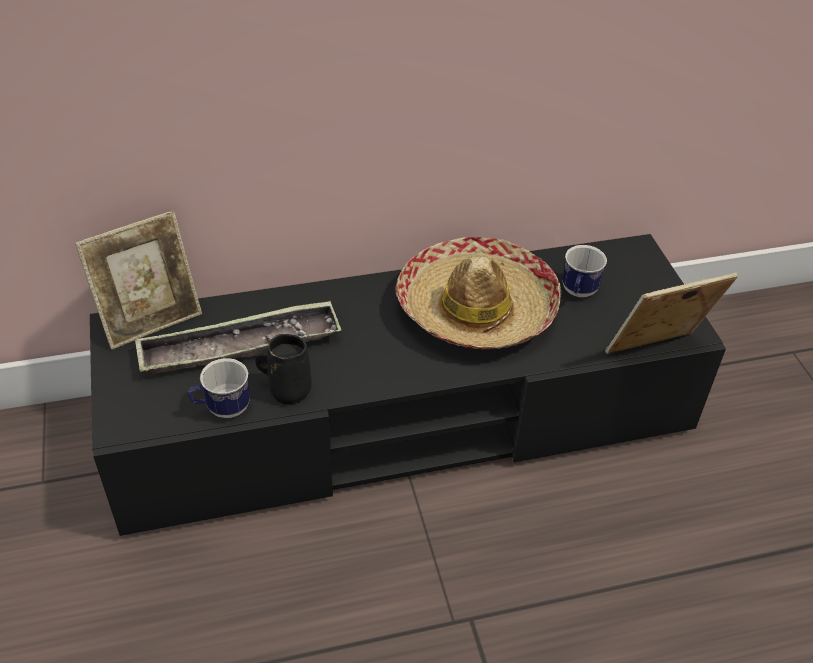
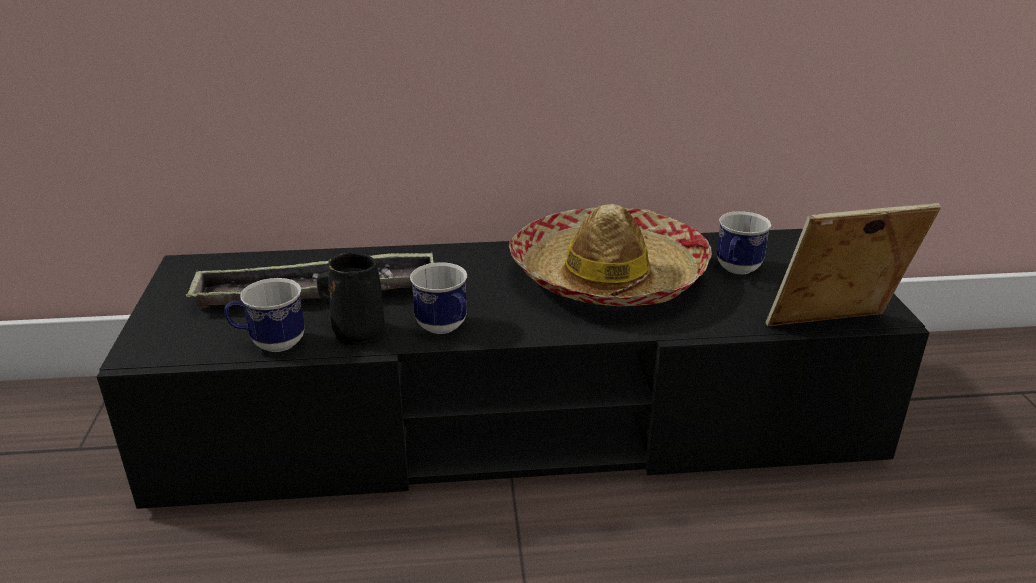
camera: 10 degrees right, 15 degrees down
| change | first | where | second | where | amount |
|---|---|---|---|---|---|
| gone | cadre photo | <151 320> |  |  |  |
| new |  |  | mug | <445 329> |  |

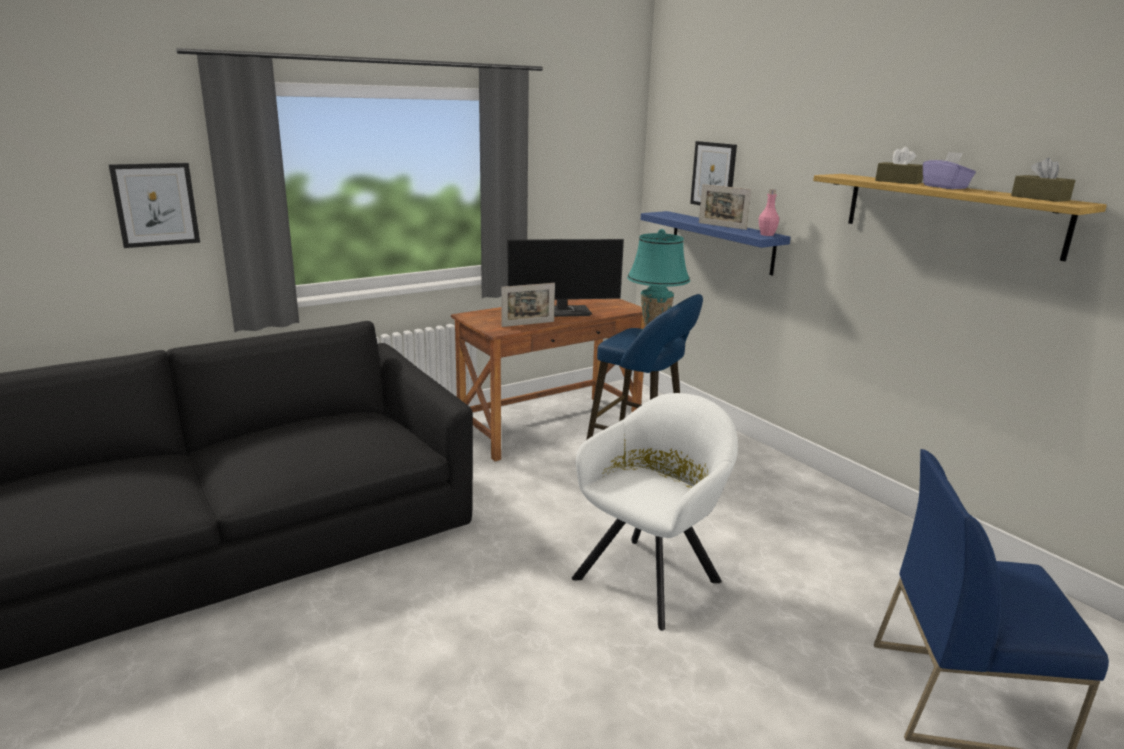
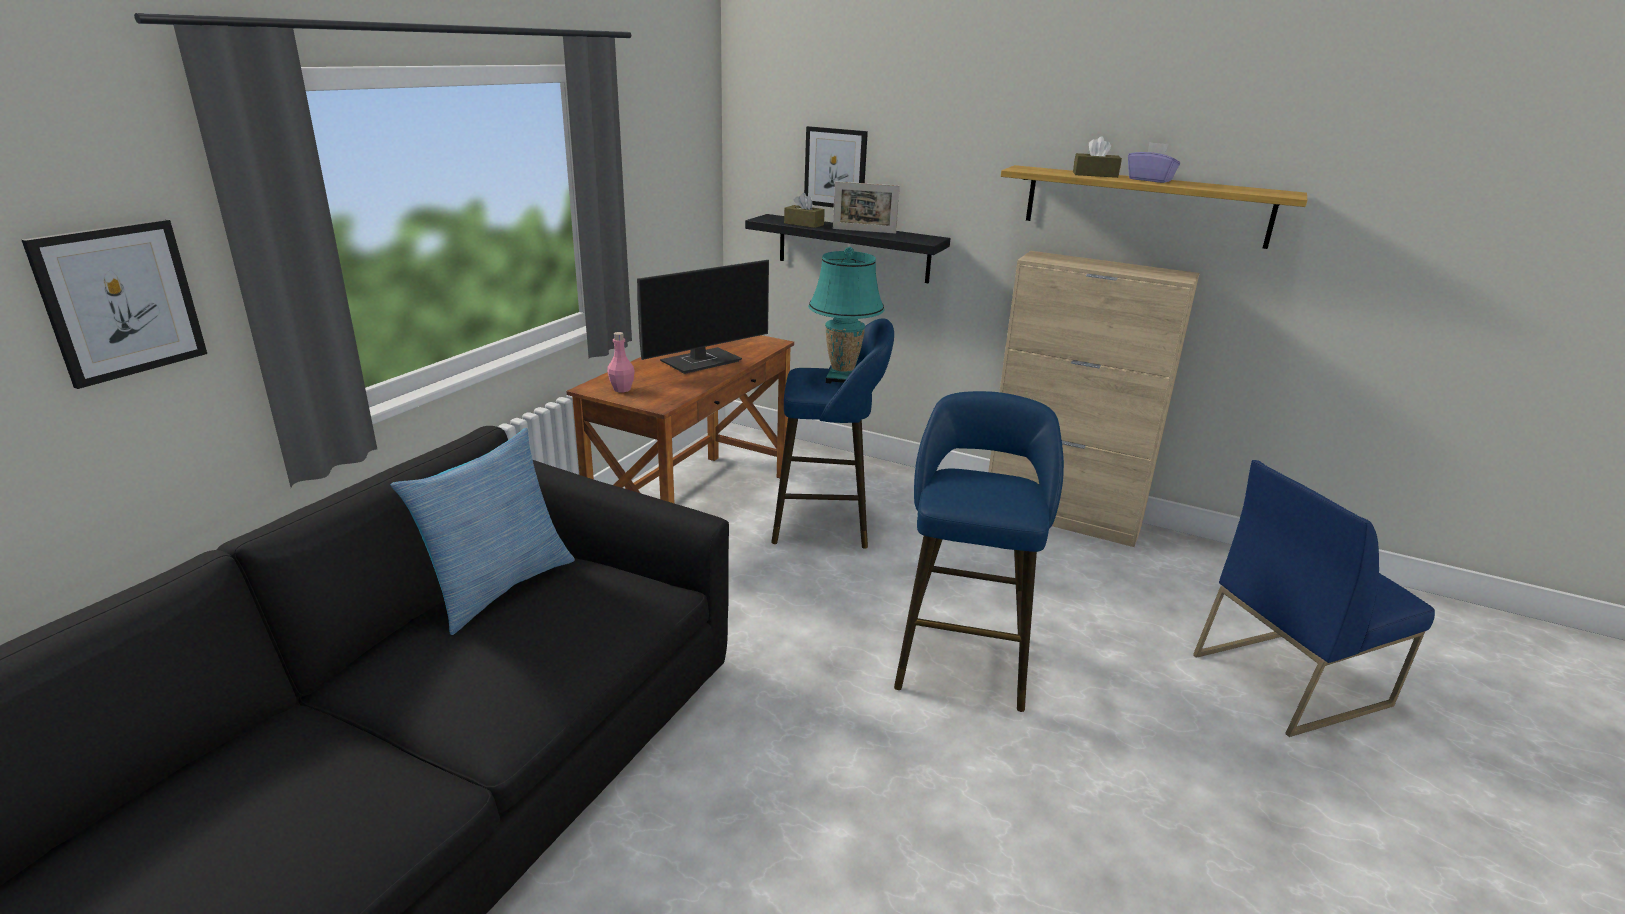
camera: 30 degrees left, 5 degrees up
| change | first | where | second | where | amount |
|---|---|---|---|---|---|
| shifted | boîte à mouchoirs/marron | <1040 198> |  | <804 224> |  |
| shifted | bouteille/rose | <767 234> |  | <622 389> |  |
| repainted | étagère/bleu | <721 242> | étagère/noir | <853 248> |  |
| gone | cadre photo | <528 324> |  |  |  |
| swapped | fauteuil/blanc | <652 576> | tabouret/bleu | <963 656> |  |
| new |  |  | meuble de rangement/beige | <1062 517> |  |
| new |  |  | coussin | <498 587> |  |

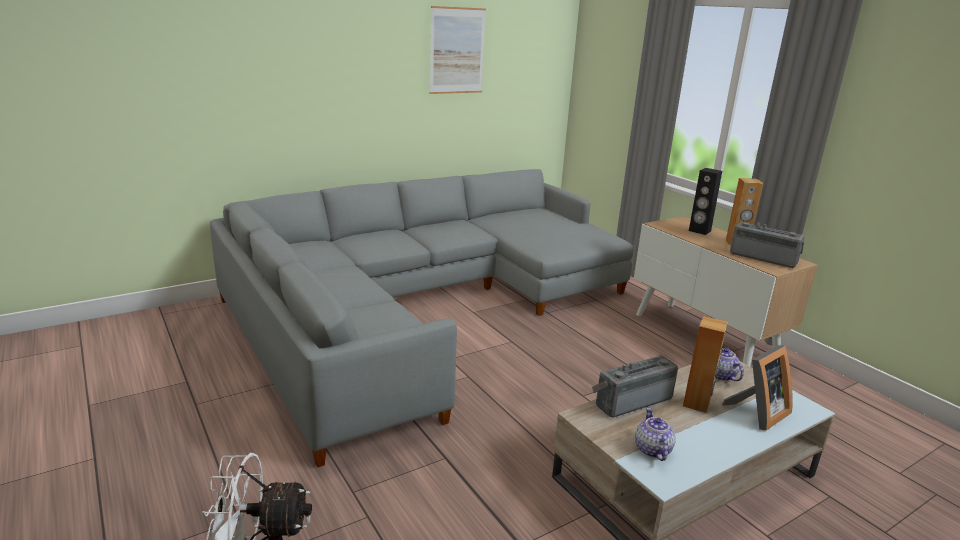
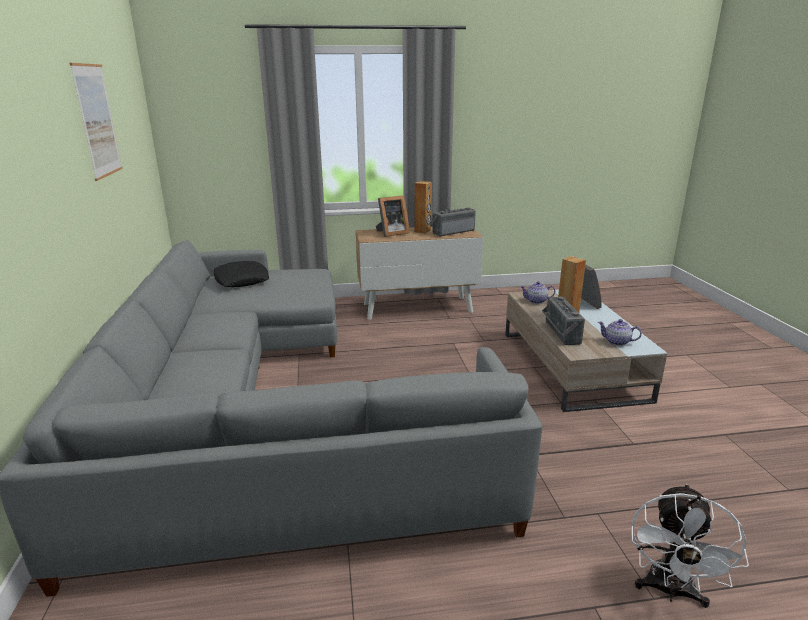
camera: 65 degrees left, 0 degrees up
| change | first | where | second | where | amount |
|---|---|---|---|---|---|
| swapped | enceinte/noir | <699 231> | cadre photo | <391 233> |  |
| new |  |  | coussin/noir | <241 280> |  |

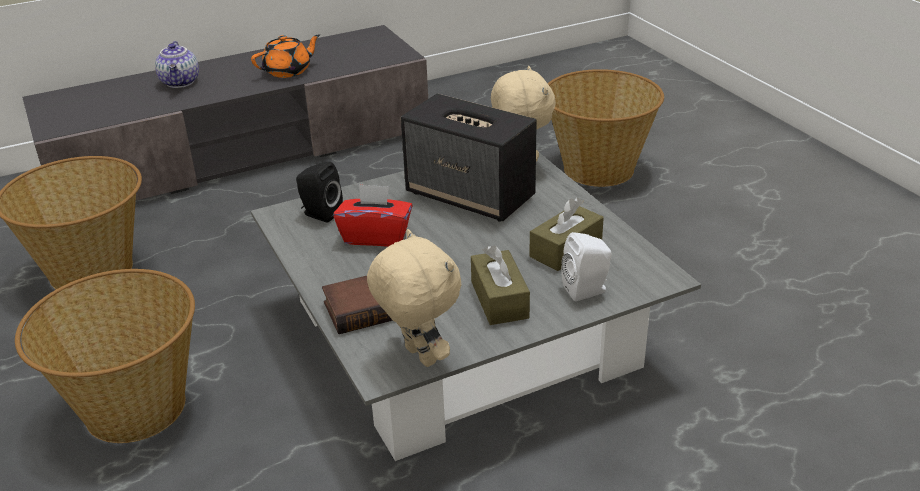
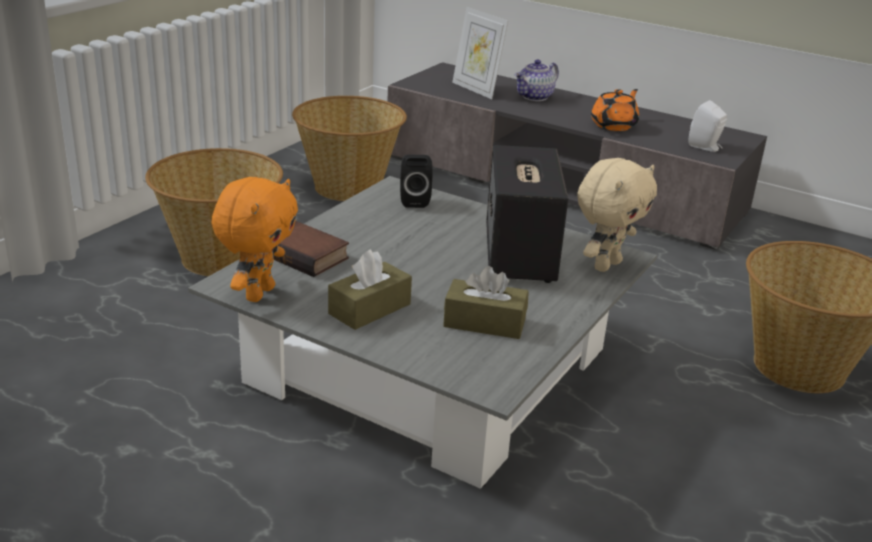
camera: 55 degrees right, 5 degrees down
| change | first | where | second | where | amount |
|---|---|---|---|---|---|
| rotated | théière/orange | <288 71> |  | <614 125> | 75 degrees counterclockwise |
| gone | boîte à mouchoirs/rouge | <376 236> |  |  |  |
| repainted | peluche/beige | <418 356> | peluche/orange | <258 293> |  |
| shifted | enceinte/blanc | <587 290> |  | <705 147> |  |
| new |  |  | cadre photo | <476 89> |  |

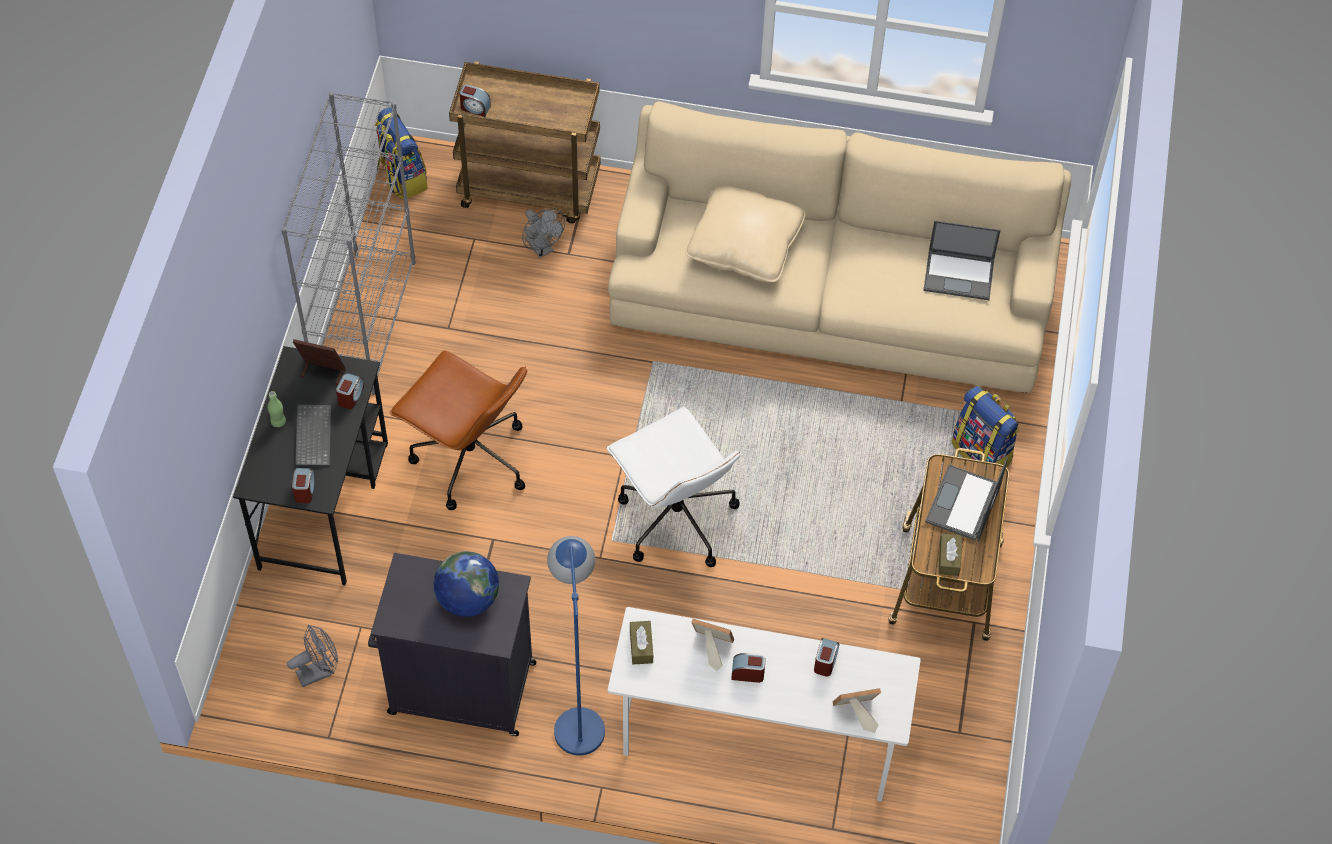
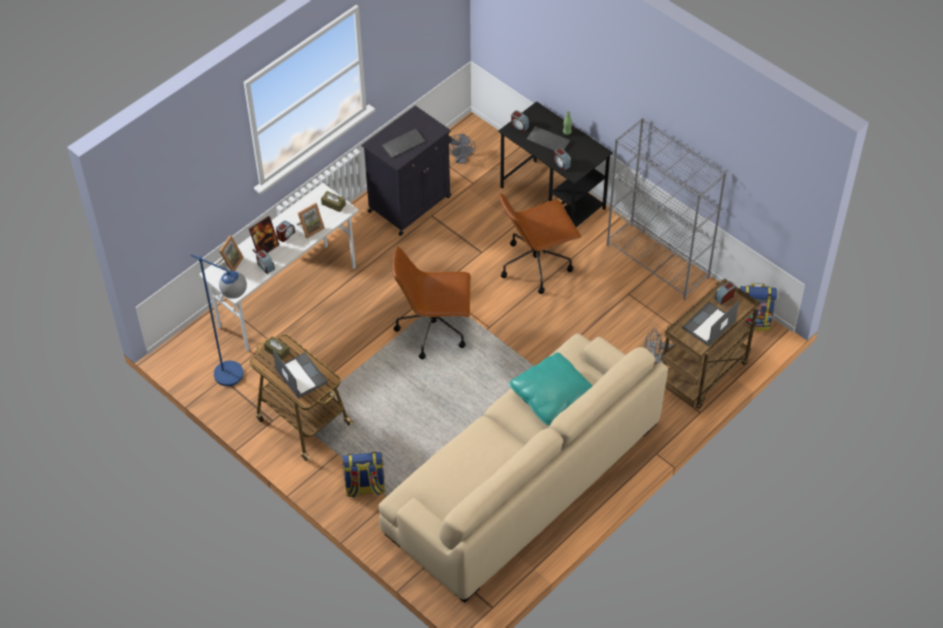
camera: 125 degrees right, 5 degrees down
| change | first | where | second | where | amount |
|---|---|---|---|---|---|
| repainted | coussin/beige | <744 245> | coussin/turquoise | <552 396> |  |
| shifted | ordinateur portable | <960 274> |  | <708 325> |  |
| shifted | cadre photo | <322 372> |  | <265 248> |  |
| repainted | chaise de bureau/blanc | <675 519> | chaise de bureau/marron | <434 329> |  |
| shifted | lampadaire/bleu | <577 715> |  | <238 378> |  |
| swapped | globe | <467 599> | clavier | <403 143> |  |

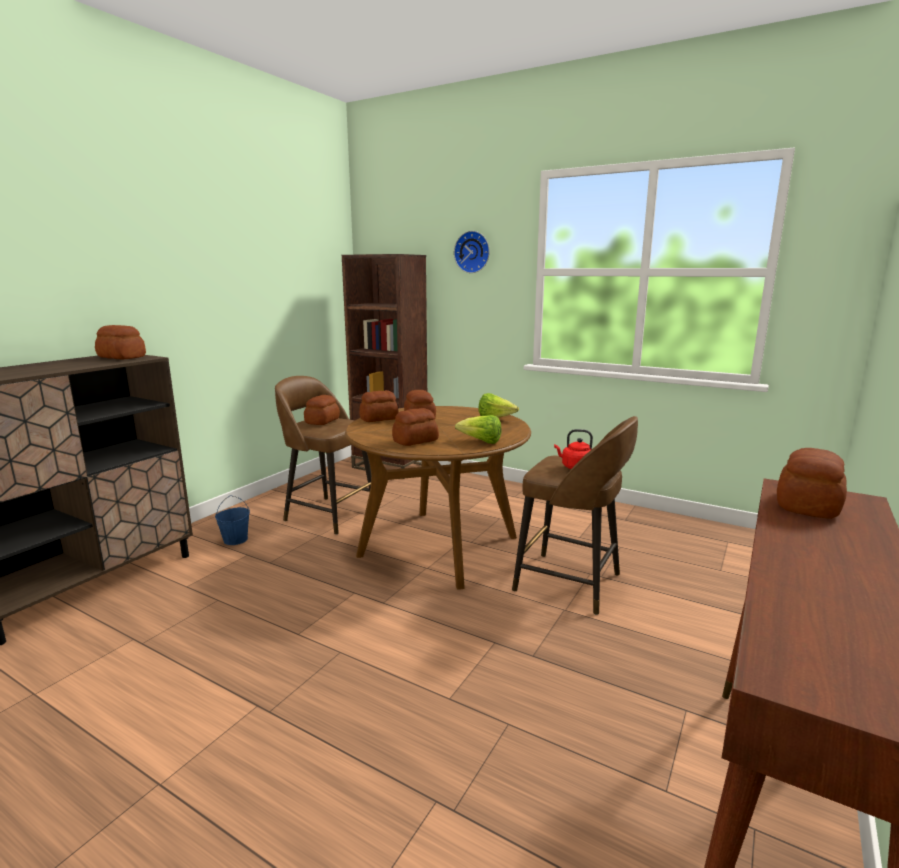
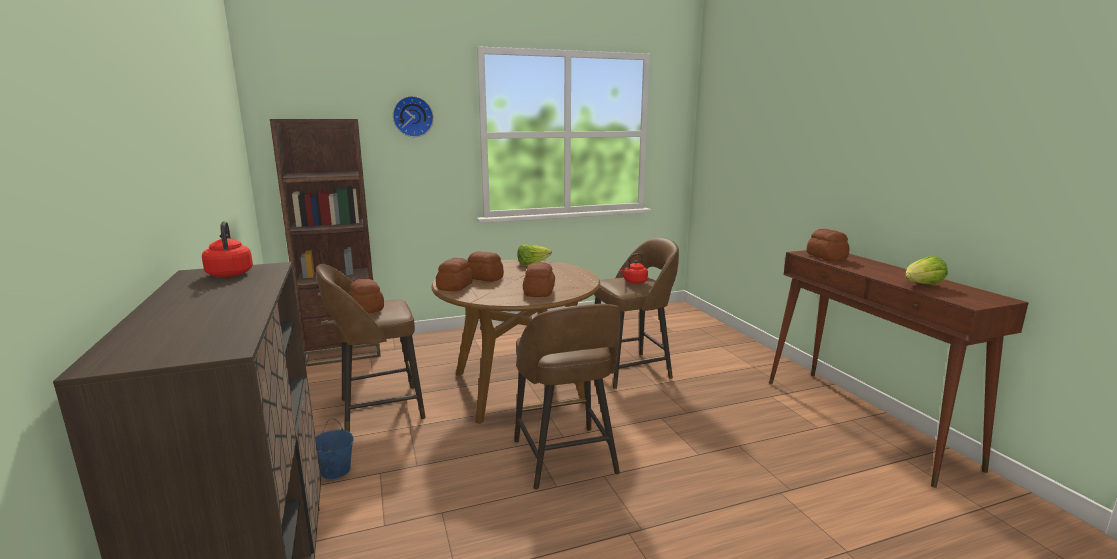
camera: 50 degrees left, 0 degrees up
| change | first | where | second | where | amount |
|---|---|---|---|---|---|
| swapped | pain | <122 357> | bouilloire/rouge | <230 273> |  |
| shifted | laitue | <481 442> |  | <921 285> |  |
| new |  |  | tabouret/marron | <565 459> |  |

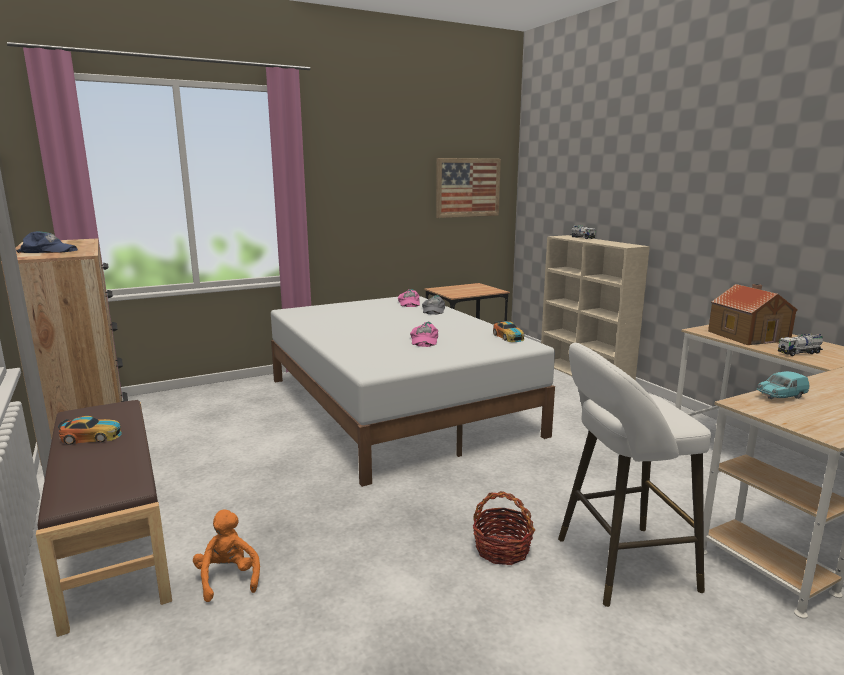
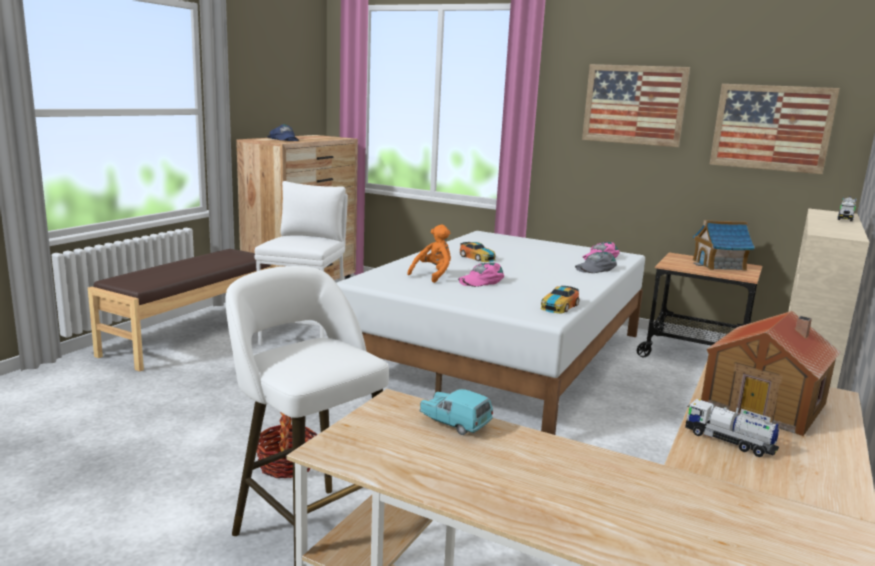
camera: 55 degrees right, 0 degrees up
| change | first | where | second | where | amount |
|---|---|---|---|---|---|
| shifted | petite voiture | <92 437> |  | <477 257> |  |
| shifted | peluche/orange | <228 578> |  | <433 275> |  |
| new |  |  | tableau | <634 105> |  |
| new |  |  | tabouret/blanc | <305 335> |  |
| new |  |  | maison miniature | <719 265> |  |

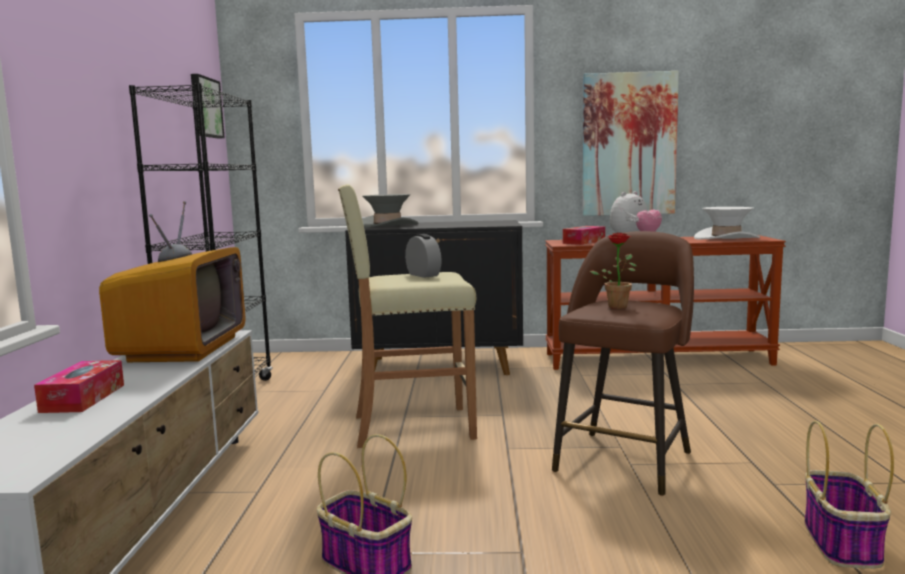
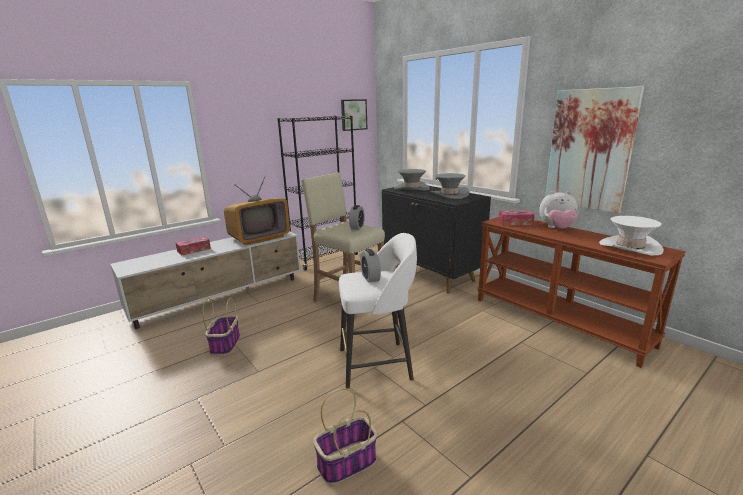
camera: 50 degrees right, 10 degrees up
| change | first | where | second | where | amount |
|---|---|---|---|---|---|
| repainted | tabouret/marron | <625 459> | tabouret/blanc | <377 364> |  |
| swapped | plante en pot | <618 306> | réveil | <370 278> |  |
| new |  |  | chapeau/gris | <449 195> |  |

